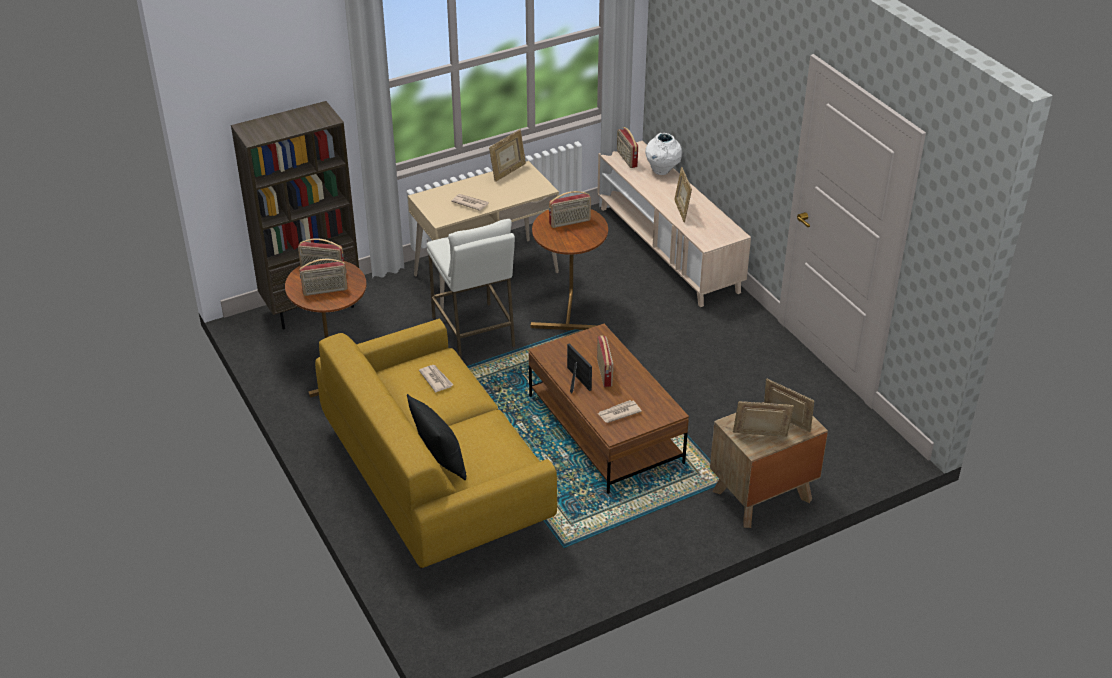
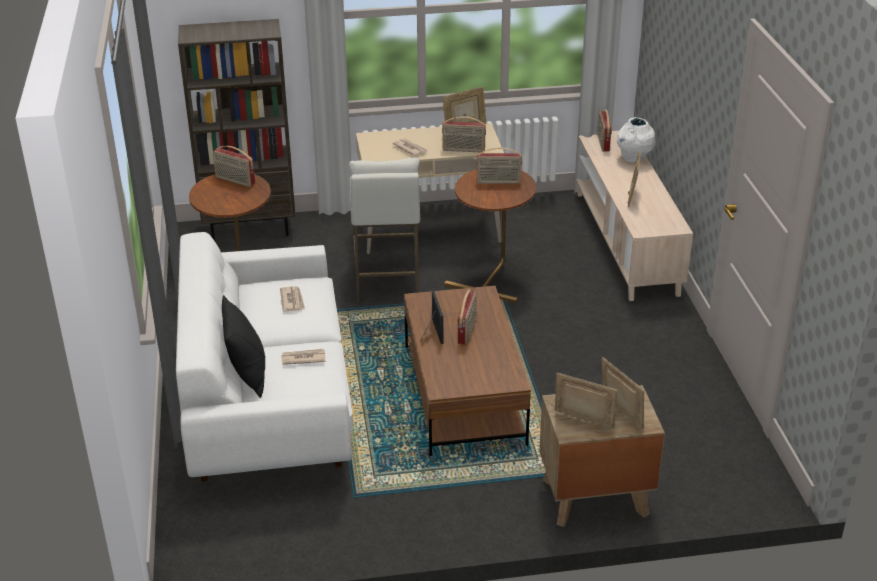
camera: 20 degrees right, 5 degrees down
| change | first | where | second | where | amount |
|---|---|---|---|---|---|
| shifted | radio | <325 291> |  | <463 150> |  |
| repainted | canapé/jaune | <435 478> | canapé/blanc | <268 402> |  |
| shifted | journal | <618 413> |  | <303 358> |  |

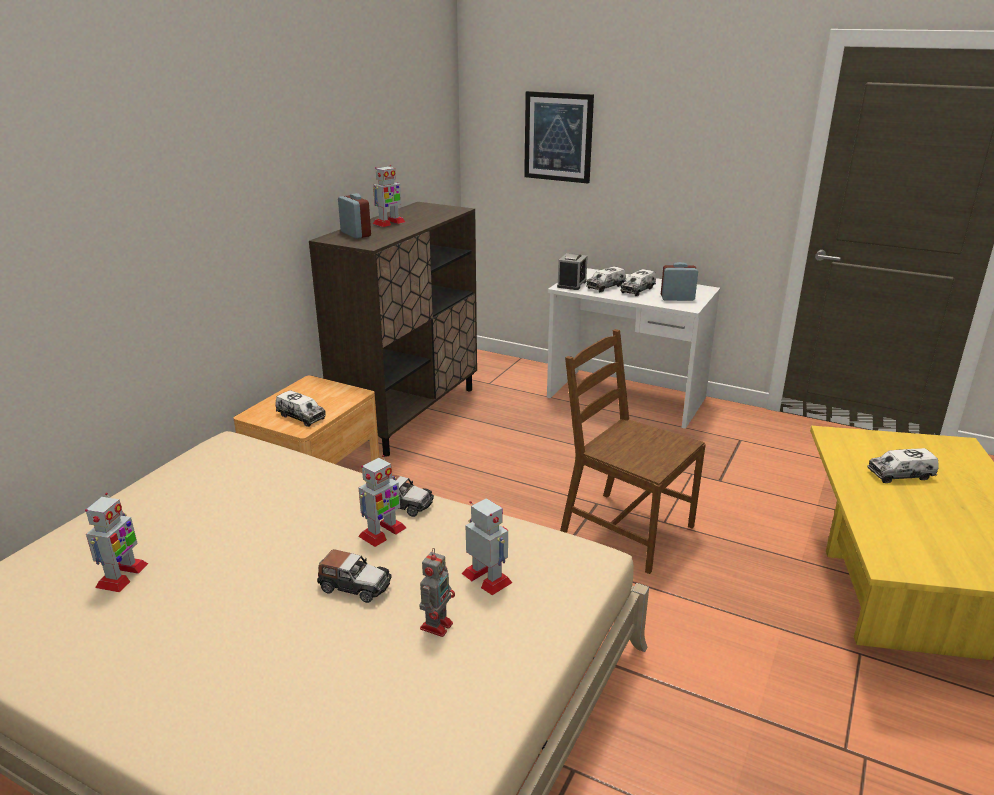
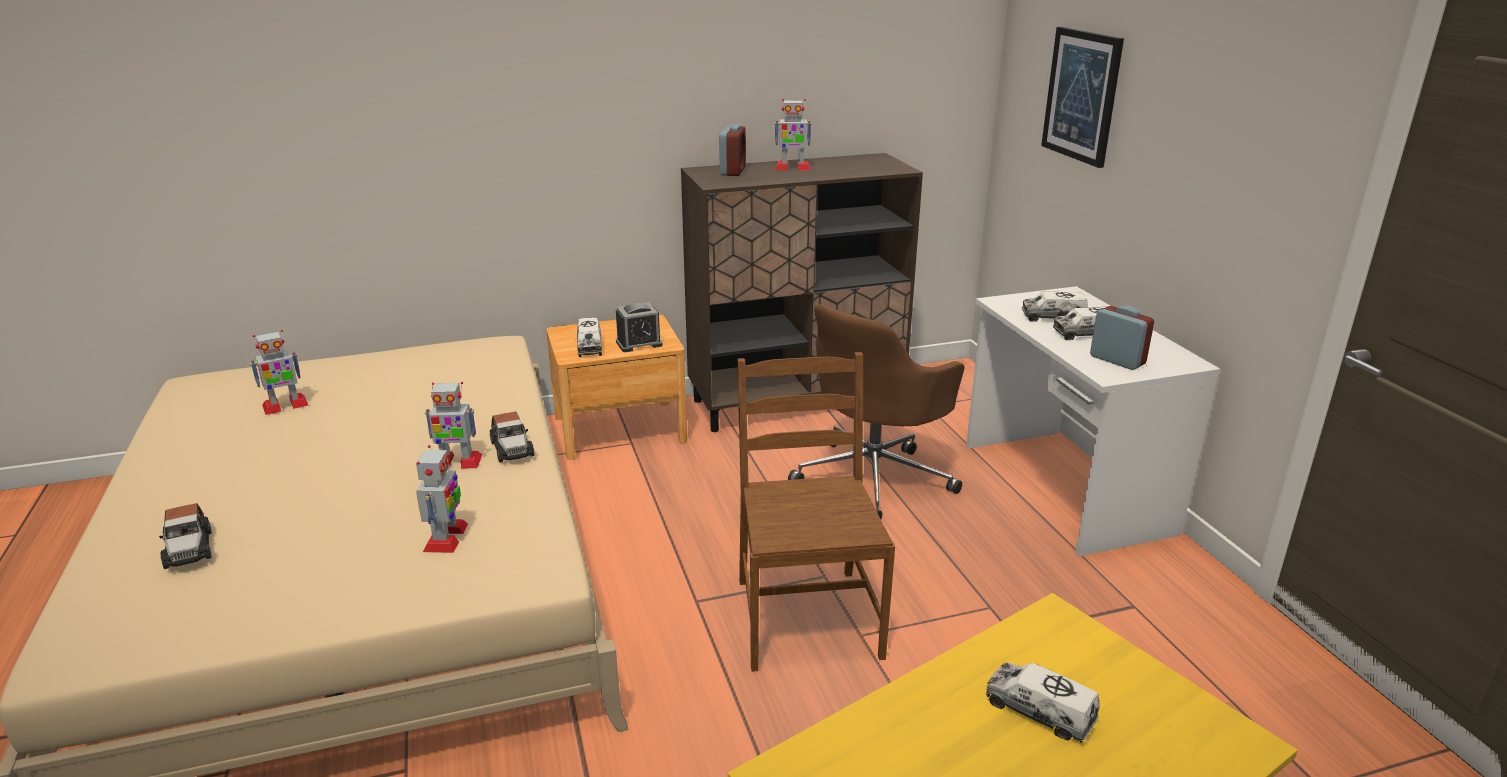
camera: 45 degrees right, 0 degrees up
| change | first | where | second | where | amount |
|---|---|---|---|---|---|
| shifted | réveil | <572 284> |  | <639 343> |  |
| gone | robot jouet | <437 625> |  |  |  |
| shifted | petite voiture | <354 586> |  | <188 549> |  |
| new |  |  | chaise de bureau/marron | <875 477> |  |

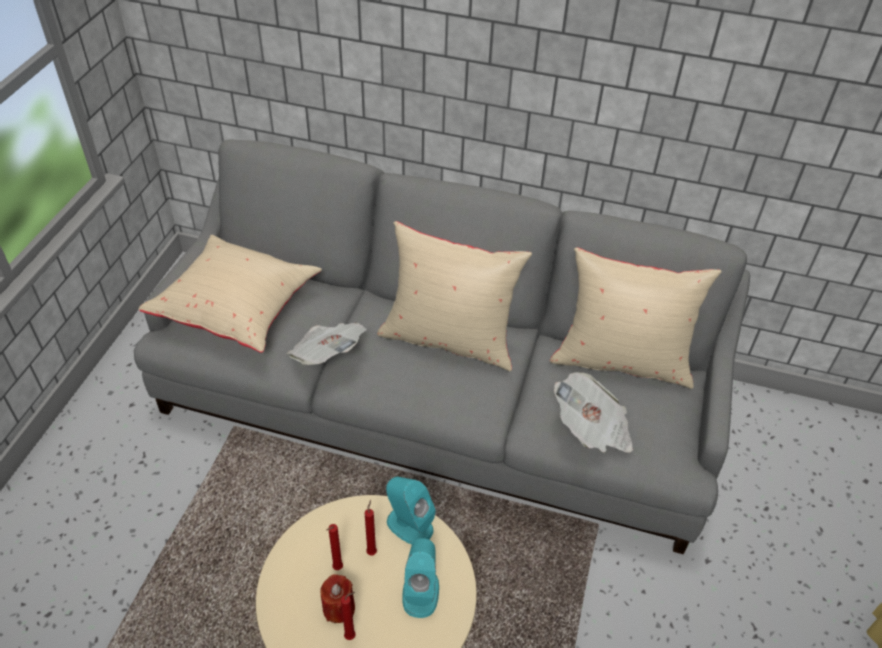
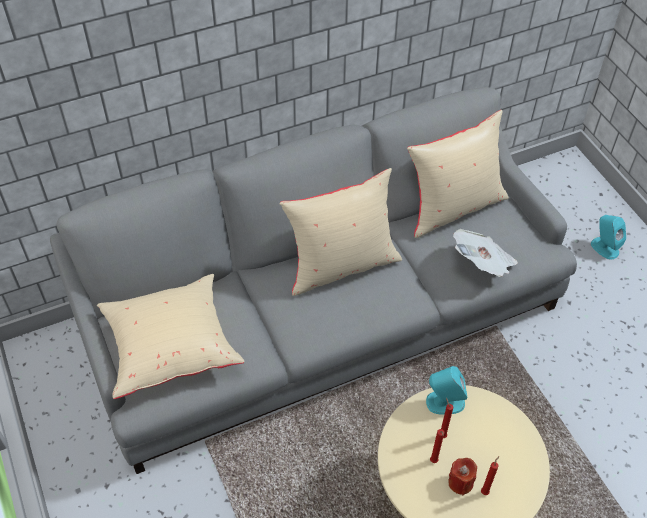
camera: 40 degrees left, 5 degrees up
| change | first | where | second | where | amount |
|---|---|---|---|---|---|
| gone | journal | <327 355> |  |  |  |
| shifted | enceinte/turquoise | <420 592> |  | <604 247> |  |

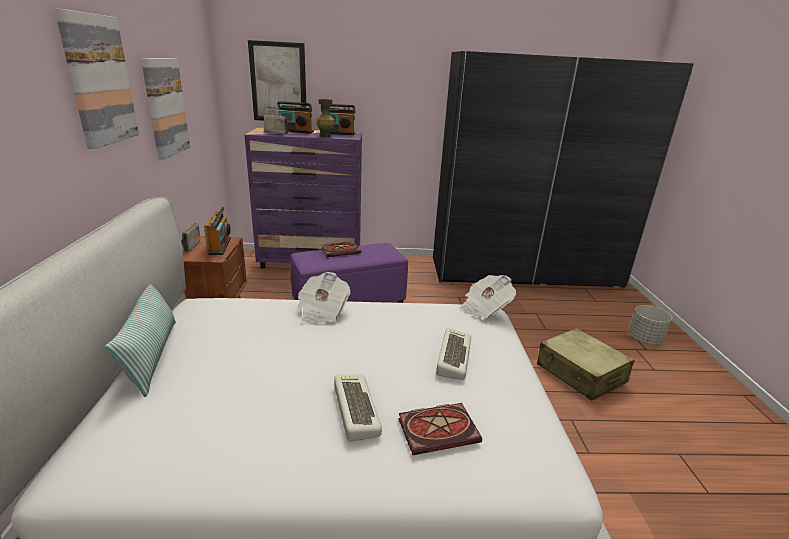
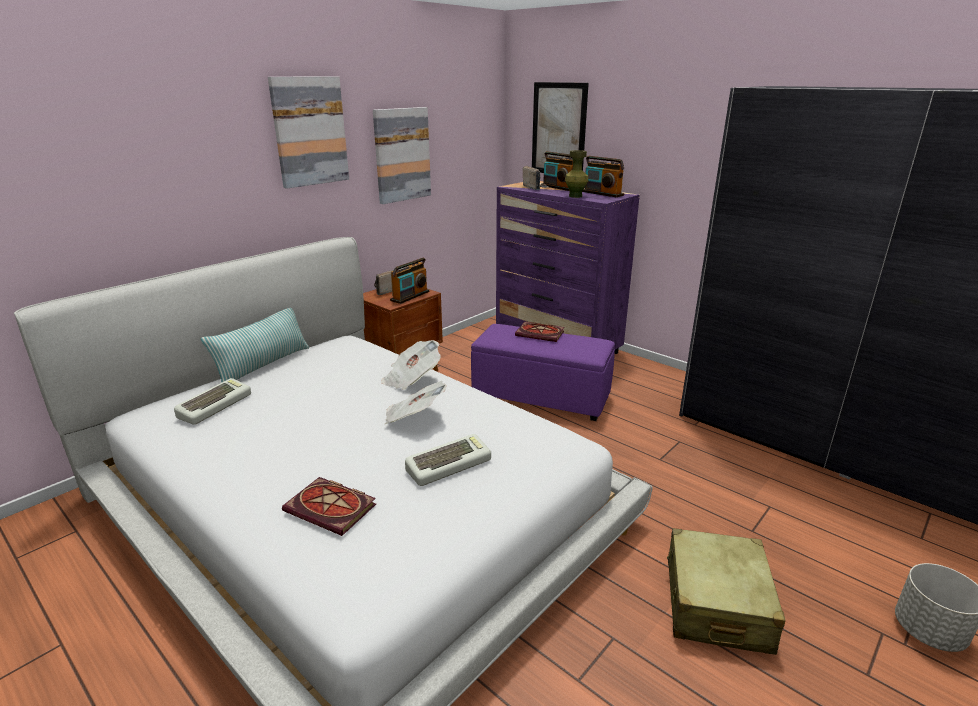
camera: 45 degrees right, 0 degrees up
| change | first | where | second | where | amount |
|---|---|---|---|---|---|
| shifted | journal | <484 308> |  | <414 417> |  |
| shifted | clavier | <354 409> |  | <214 405> |  |

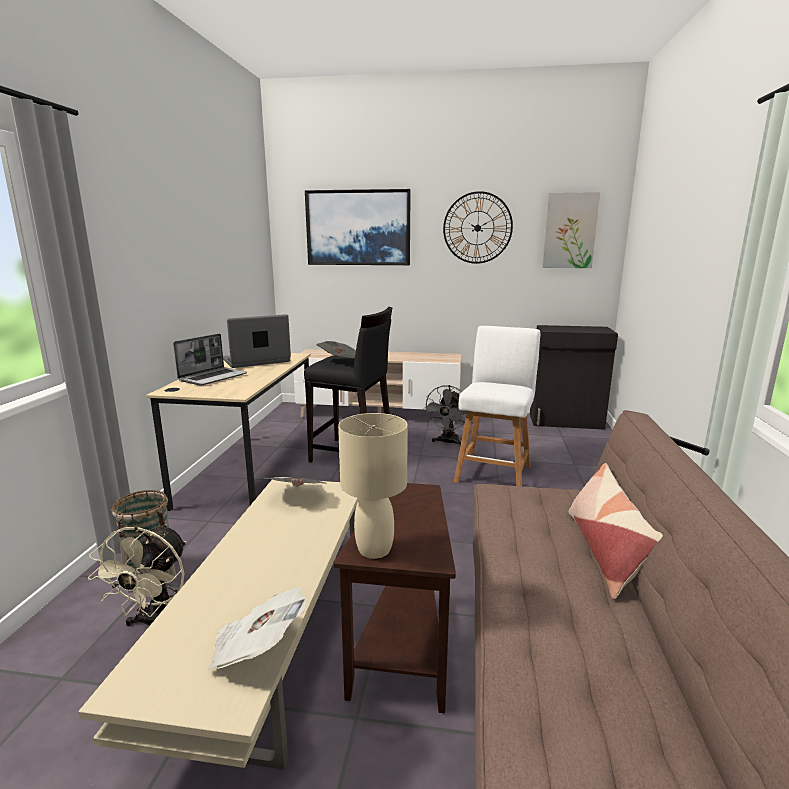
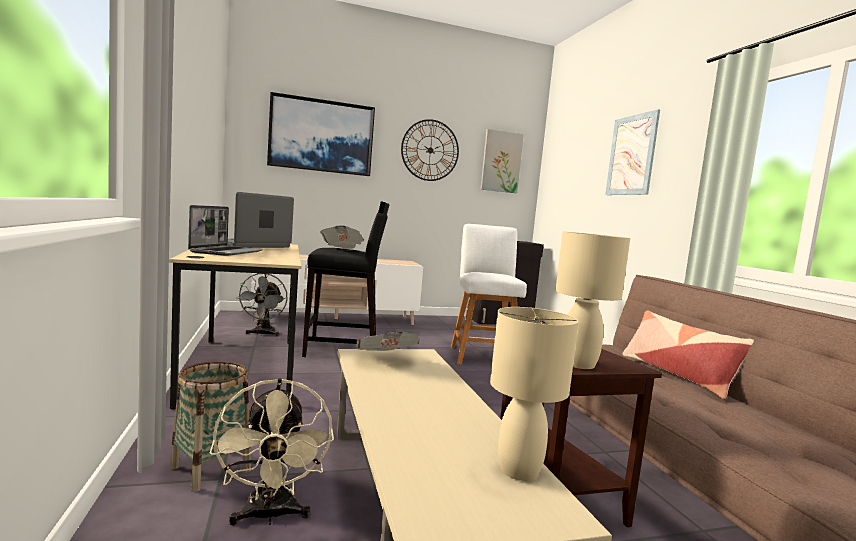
camera: 25 degrees left, 10 degrees down
| change | first | where | second | where | amount |
|---|---|---|---|---|---|
| shifted | ventilateur/gris | <447 442> |  | <262 334> |  |
| swapped | journal | <258 648> | lampe de table/beige | <518 471> |  |
| new |  |  | tableau | <631 155> |  |

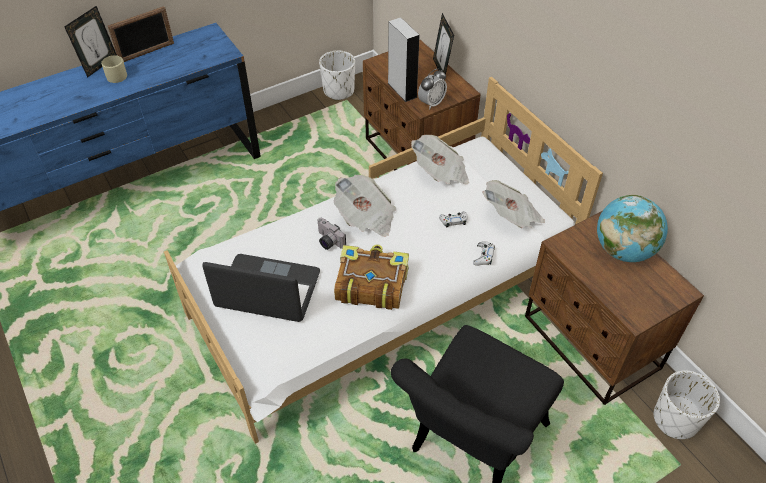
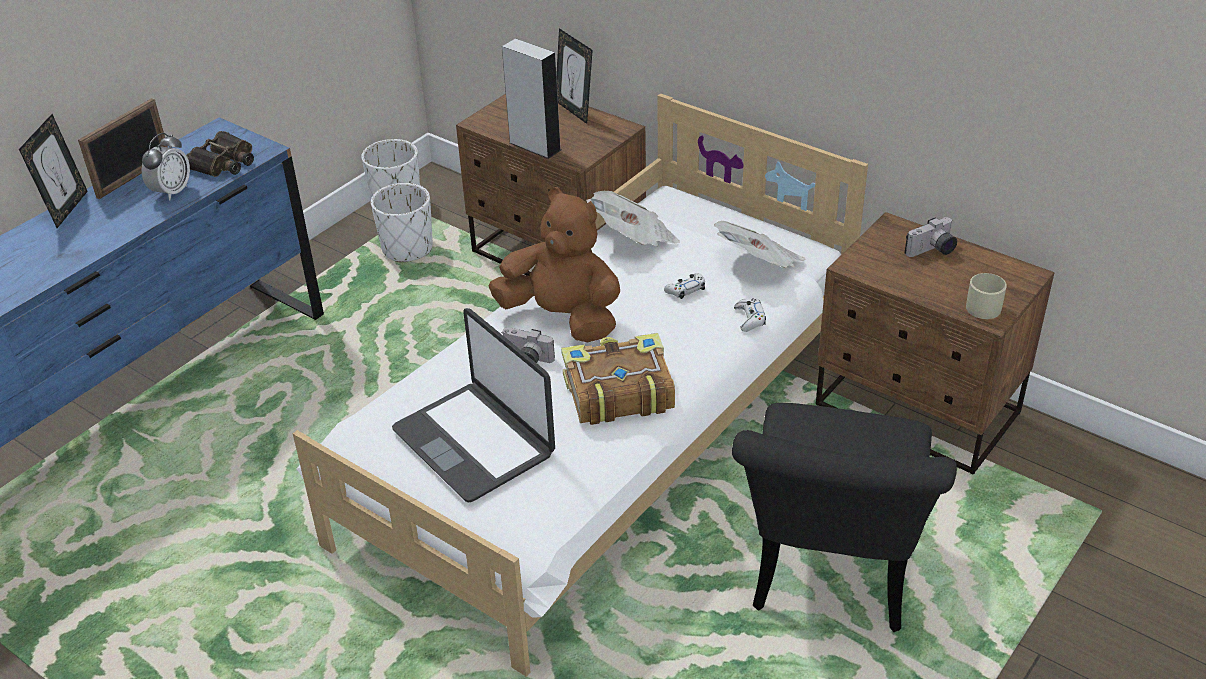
camera: 20 degrees left, 10 degrees down
| change | first | where | second | where | amount |
|---|---|---|---|---|---|
| shifted | mug/beige | <118 75> |  | <982 305> |  |
| shifted | réveil | <431 103> |  | <172 192> |  |
| swapped | journal | <366 217> | peluche/marron | <562 318> |  |
| swapped | globe | <623 250> | appareil photo | <932 251> |  |
| rotated | ordinateur portable | <268 291> |  | <475 442> | 120 degrees counterclockwise |
| shifted | cache-pot/blanc | <675 419> |  | <407 248> |  |
| new |  |  | jumelles | <224 163> |  |

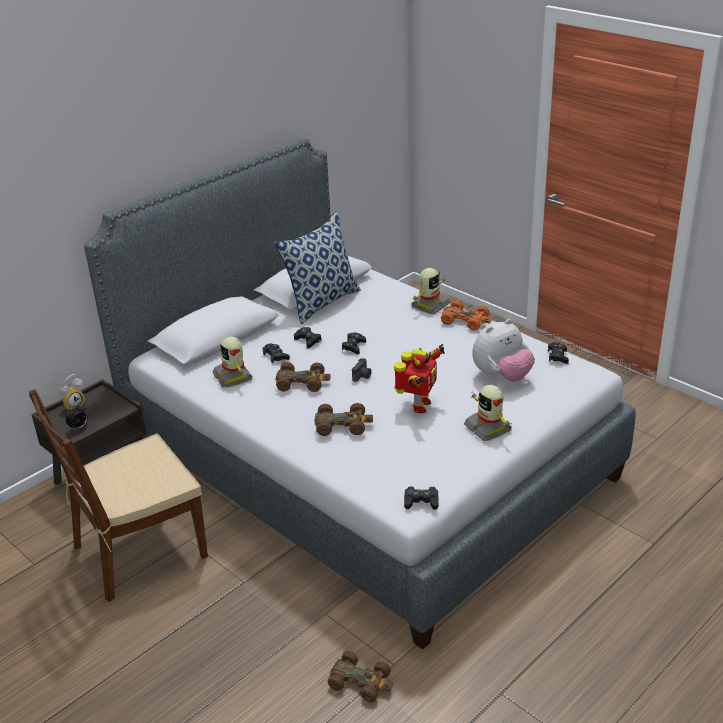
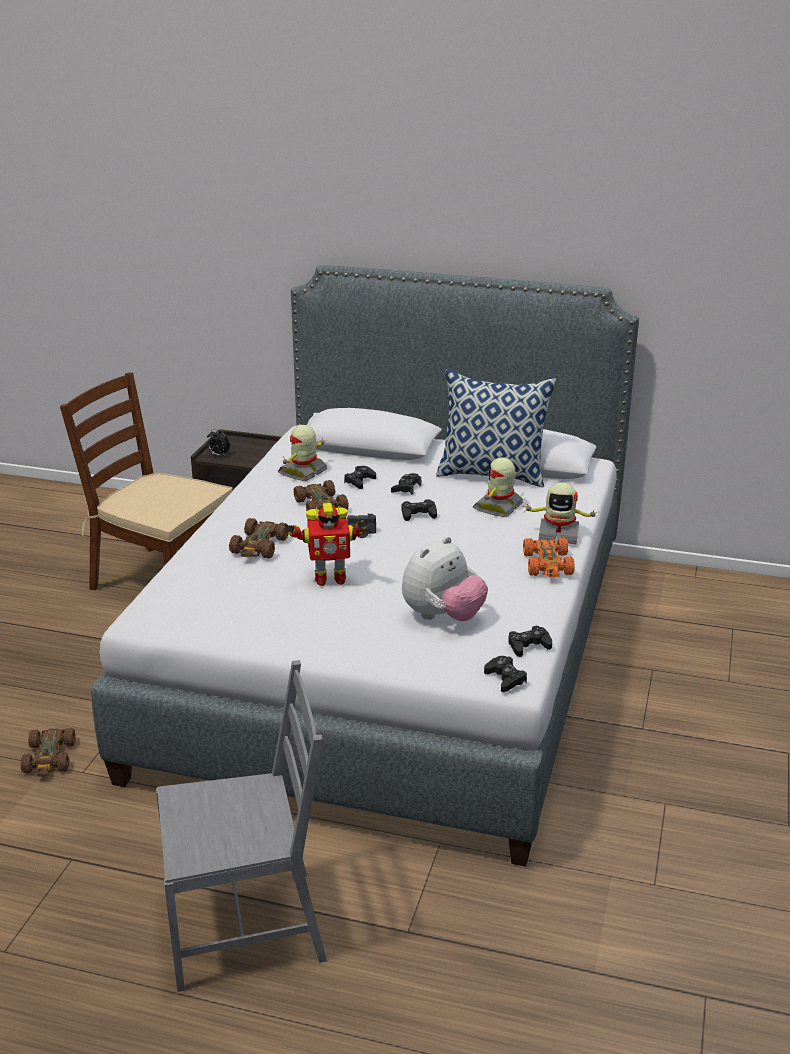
camera: 60 degrees right, 5 degrees down
| change | first | where | second | where | amount |
|---|---|---|---|---|---|
| rotated | peluche | <502 376> |  | <443 617> | 75 degrees counterclockwise |
| gone | réveil | <74 404> |  |  |  |
| shifted | robot jouet | <488 428> |  | <499 507> |  |
| rotated | petite voiture/marron | <342 425> |  | <259 546> | 45 degrees clockwise |
| shifted | manette/noir | <421 501> |  | <505 679> |  |
| new |  |  | chaise/gris | <246 925> |  |

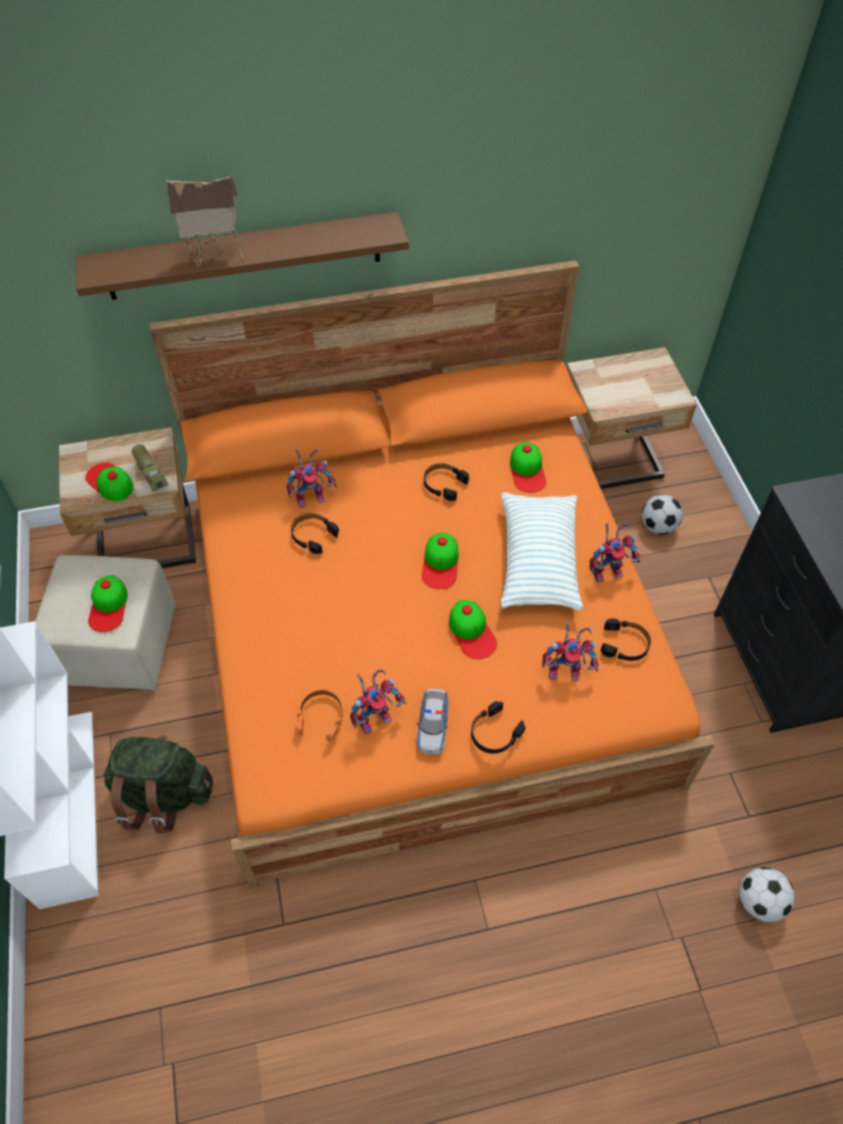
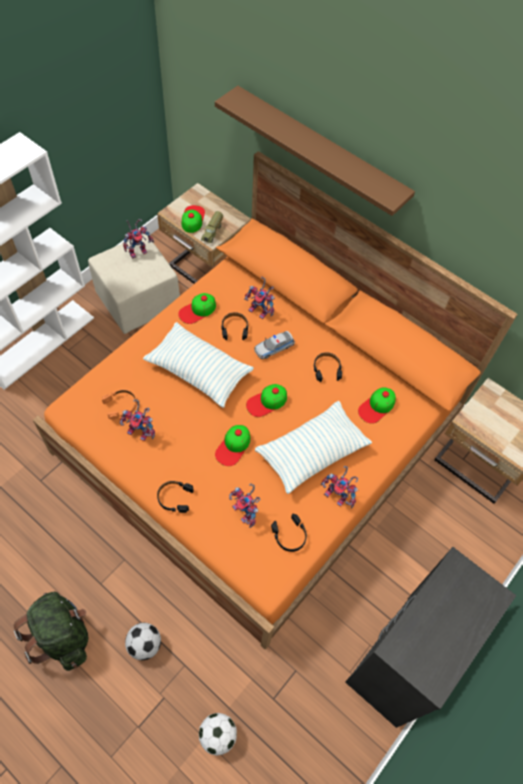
camera: 50 degrees right, 5 degrees up
| change | first | where | second | where | amount |
|---|---|---|---|---|---|
| gone | maison miniature | <215 258> |  |  |  |
| shifted | ballon de foot | <658 526> |  | <145 645> |  |
| shifted | casquette | <108 606> |  | <197 310> |  |
| shifted | petite voiture | <432 724> |  | <274 347> |  |
| shifted | sac à dos/vert | <163 795> |  | <62 635> |  |
| new |  |  | robot jouet | <138 250> |  |
| new |  |  | coussin | <199 371> |  |

